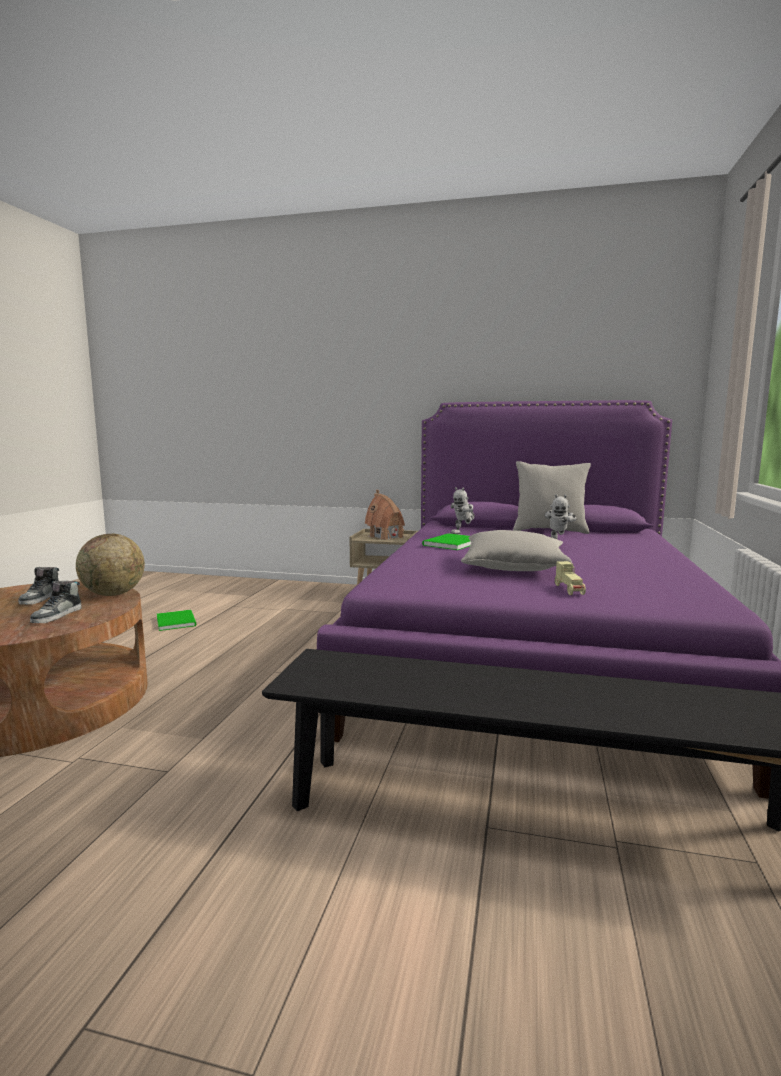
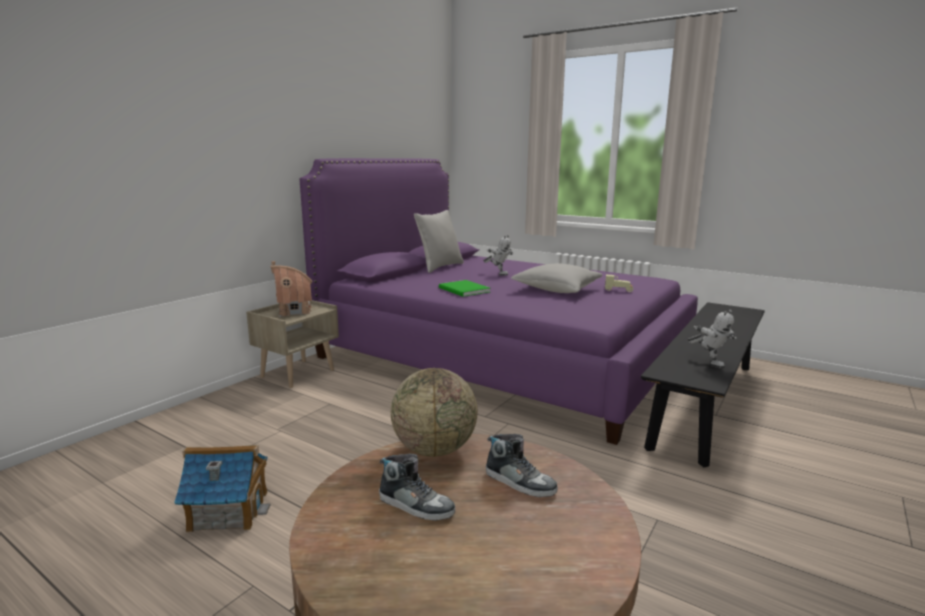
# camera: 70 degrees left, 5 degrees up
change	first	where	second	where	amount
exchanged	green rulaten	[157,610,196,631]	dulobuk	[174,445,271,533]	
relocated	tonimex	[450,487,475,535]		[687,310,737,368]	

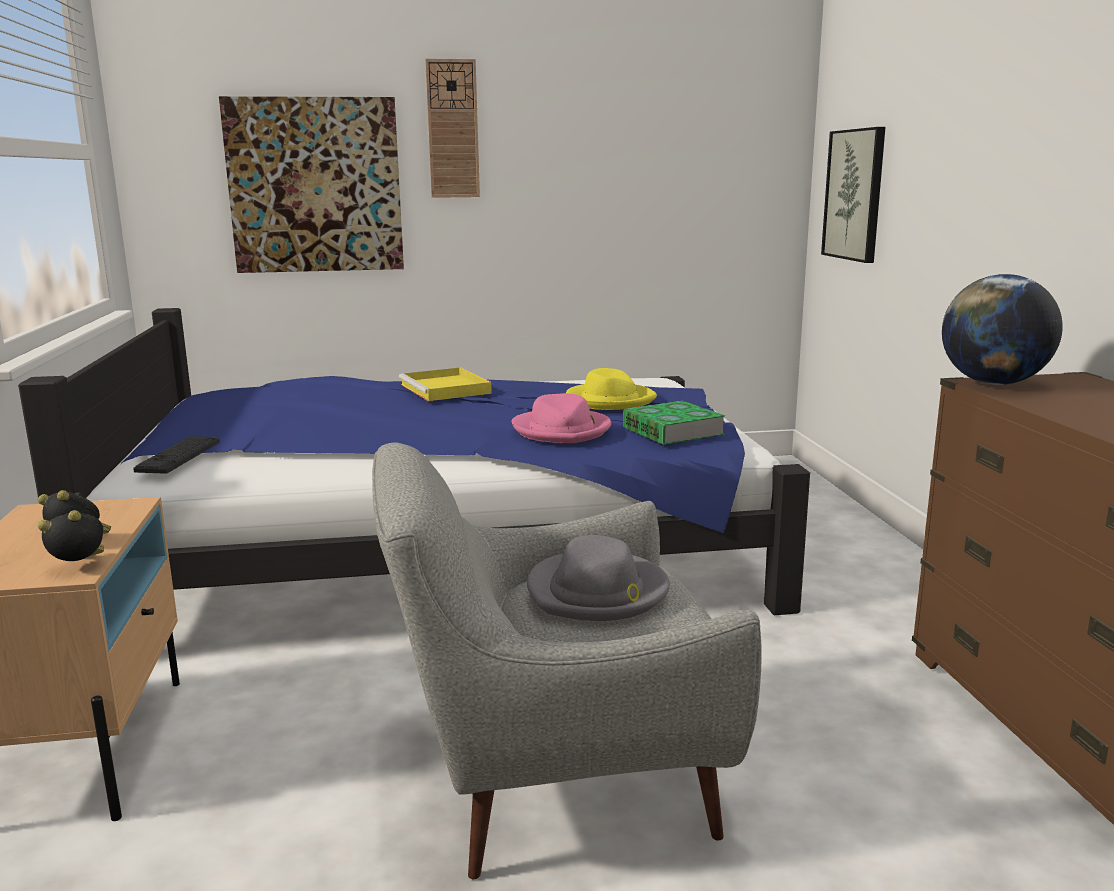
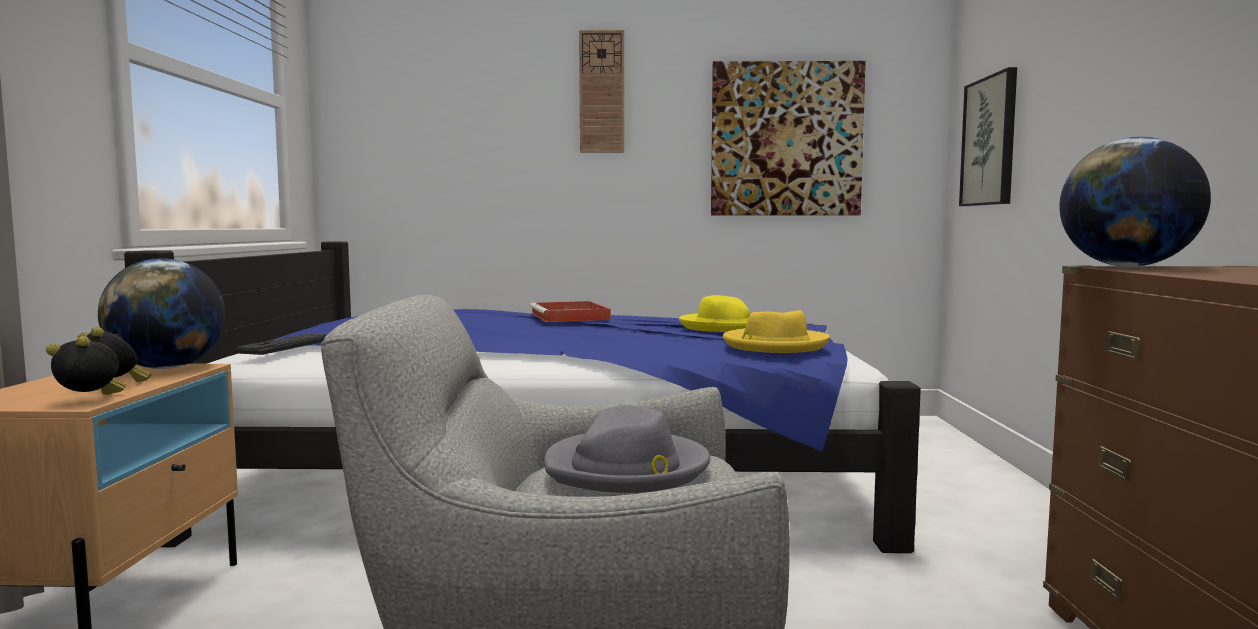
# camera: 10 degrees right, 10 degrees down
change	first	where	second	where	amount
appeared			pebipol	[98,258,225,369]	
colour	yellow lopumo	[399,367,492,401]	red lopumo	[529,301,611,322]	
relocated	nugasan	[219,96,404,273]		[711,61,866,215]	
exchanged	rulaten	[623,401,725,445]	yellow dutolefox	[723,310,830,353]	
missing	pink dutolefox	[511,393,611,443]			

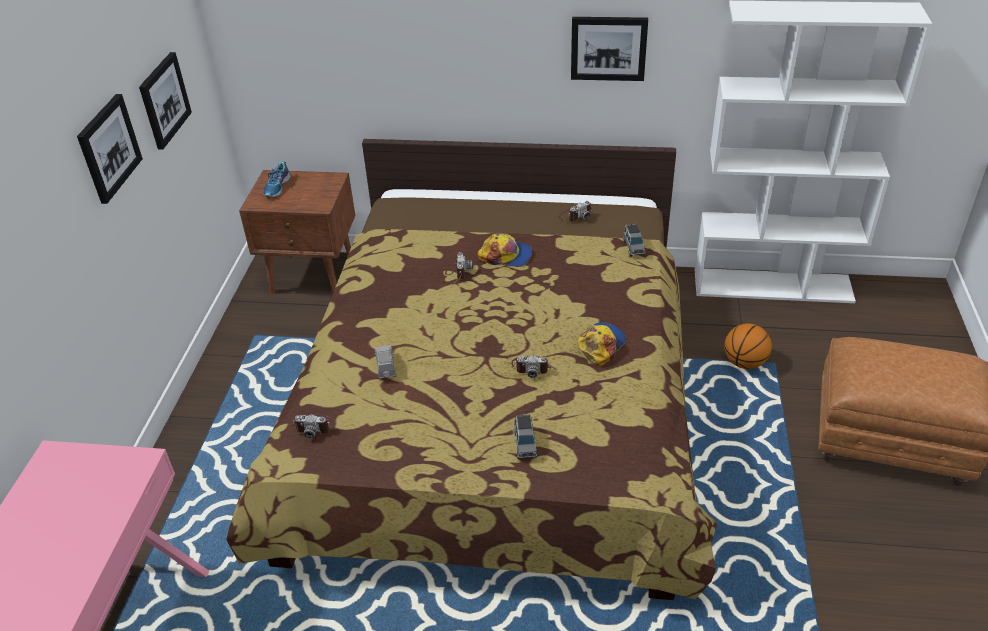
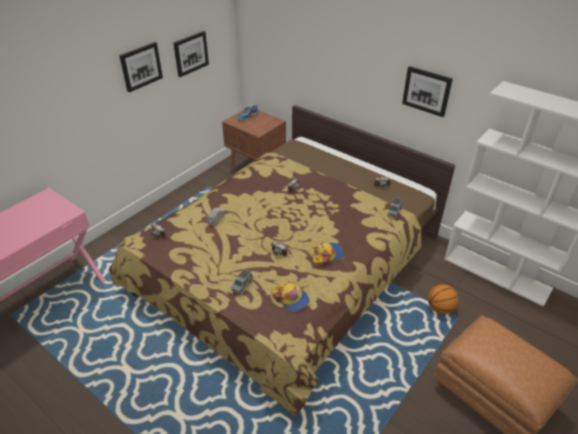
# camera: 30 degrees right, 0 degrees up
change	first	where	second	where	amount
relocated	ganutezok	[478,233,532,267]		[271,279,310,312]	

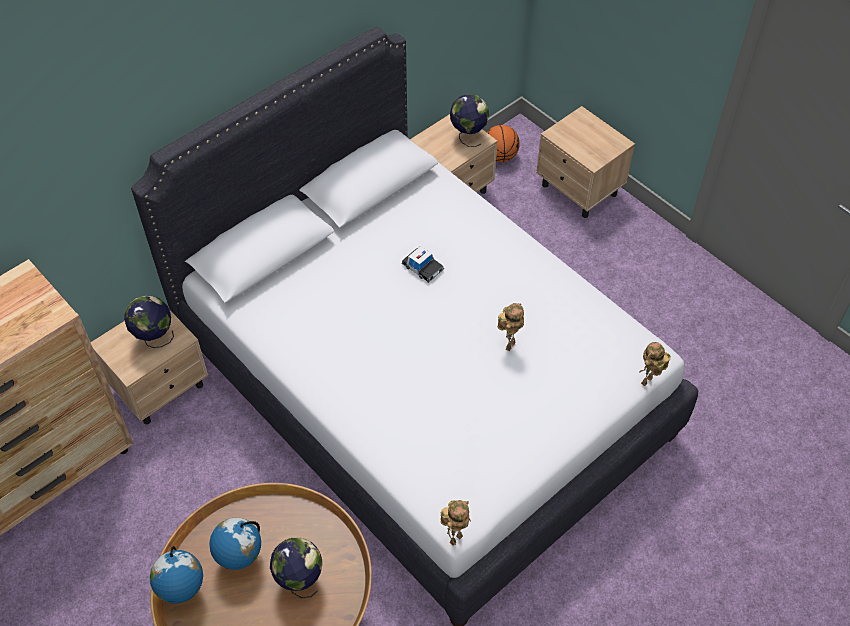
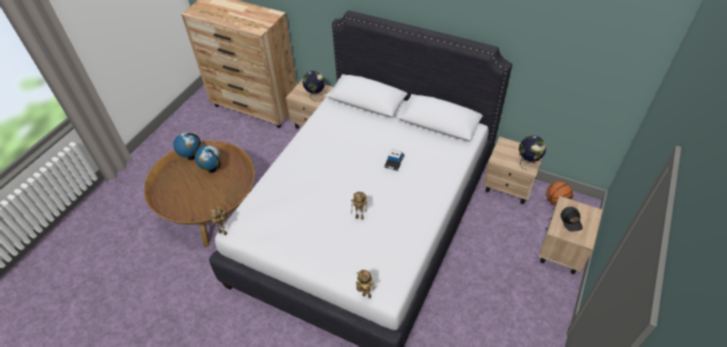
# camera: 70 degrees right, 5 degrees down
change	first	where	second	where	amount
appeared			black ganutezok	[560,207,583,231]	
missing	pebipol	[270,537,322,598]			

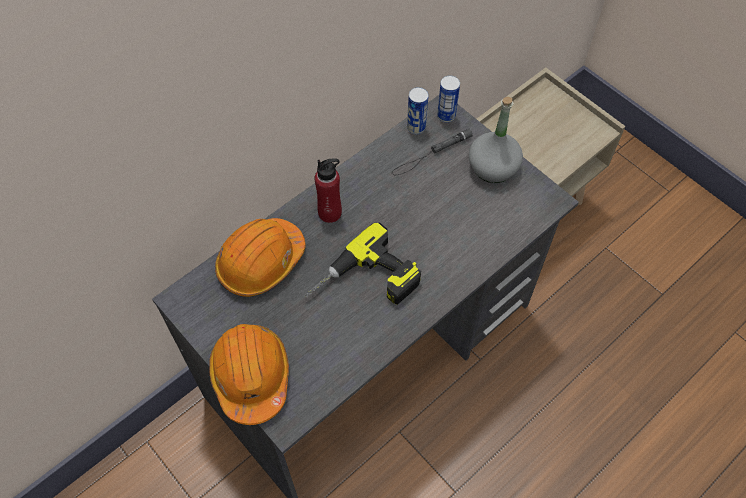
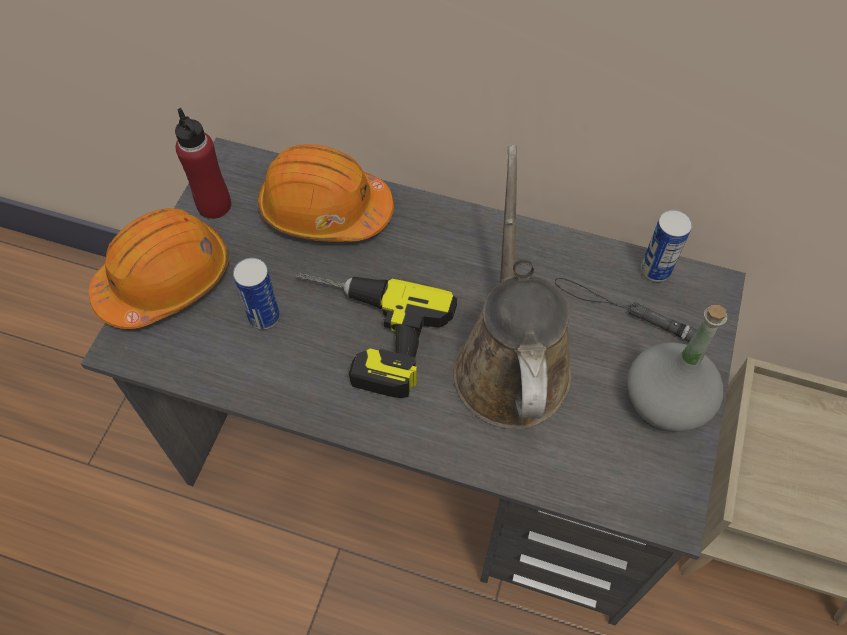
# camera: 60 degrees right, 0 degrees up
change	first	where	second	where	amount
relocated	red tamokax	[314,158,342,223]		[175,108,231,219]	
relocated	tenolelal	[437,75,460,123]		[233,258,280,330]	
appeared			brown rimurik	[453,145,571,429]	

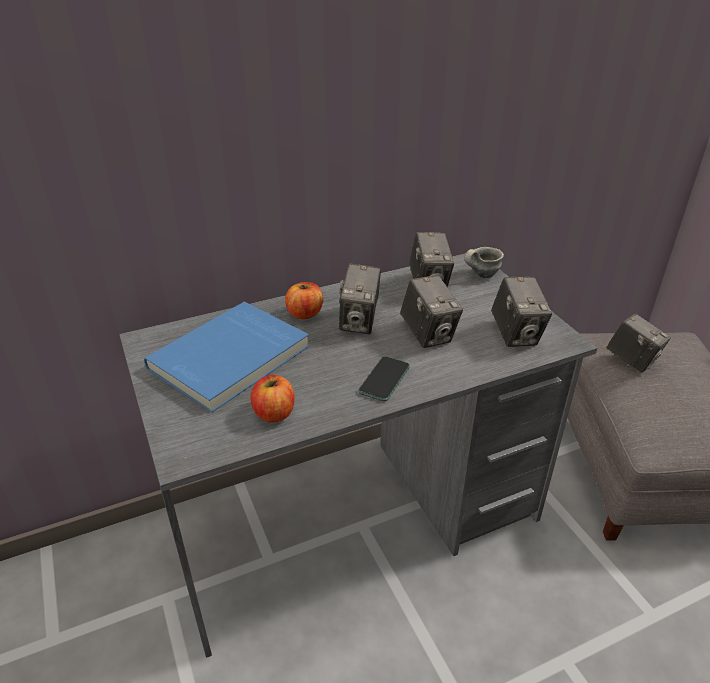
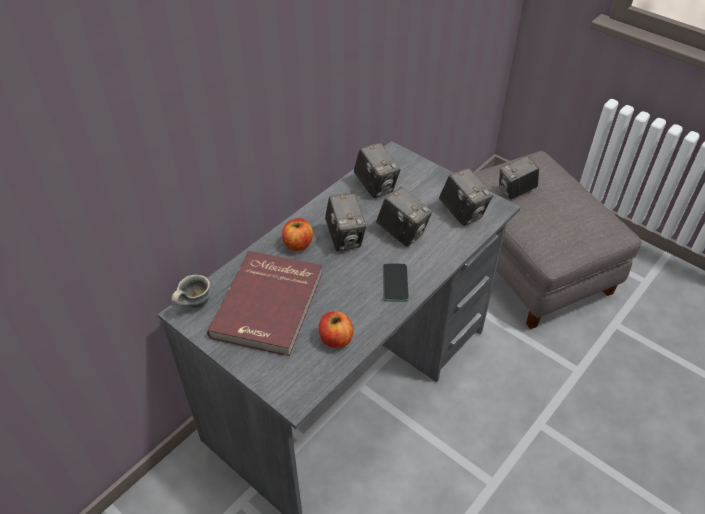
# camera: 25 degrees left, 10 degrees up
change	first	where	second	where	amount
relocated	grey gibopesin	[464,247,504,278]		[172,275,211,308]	
colour	blue rulaten	[144,301,309,413]	red rulaten	[207,251,322,356]	
spun	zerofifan	[607,314,671,372]		[499,156,539,199]	135 degrees clockwise

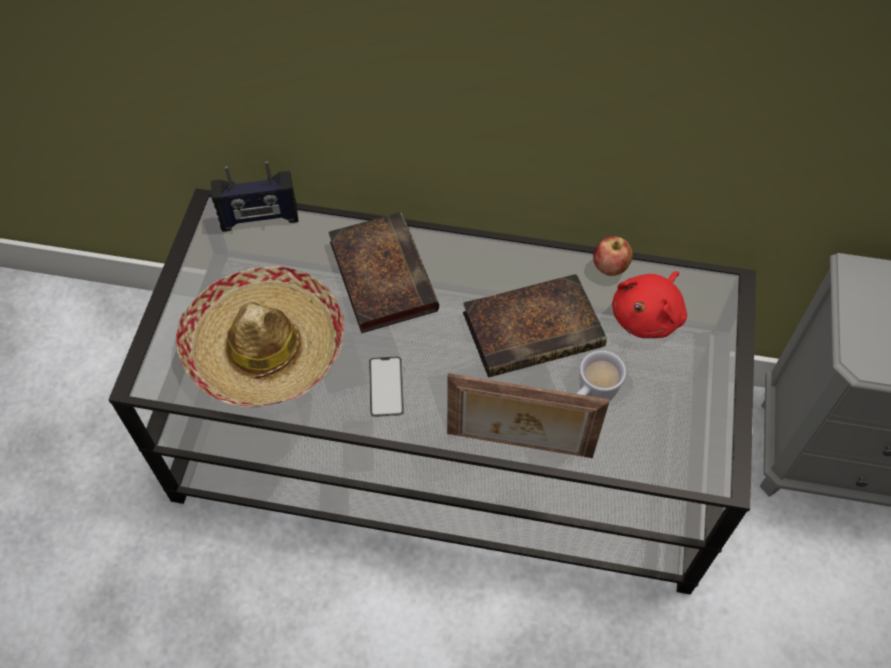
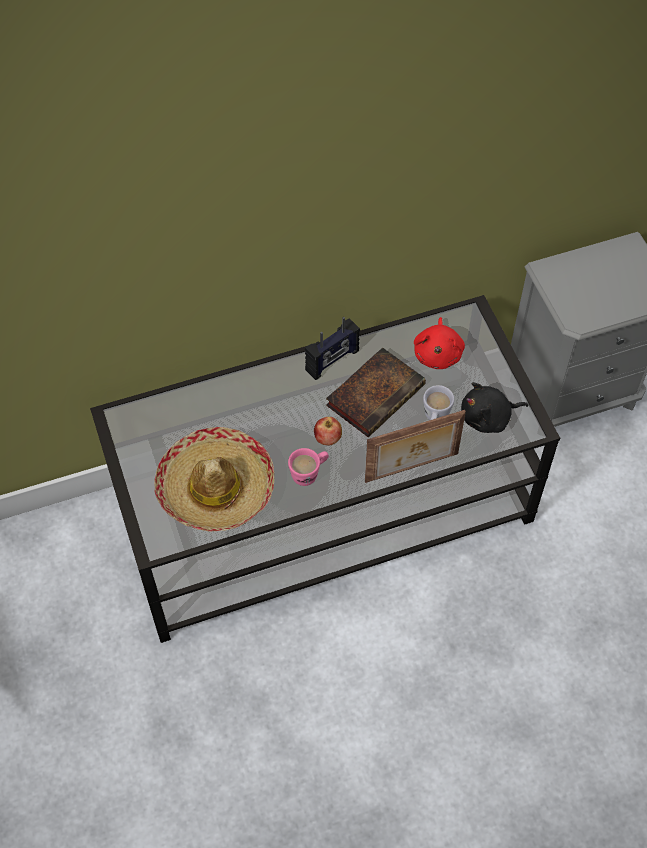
# camera: 30 degrees left, 0 degrees up
change	first	where	second	where	amount
exchanged	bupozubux	[369,357,404,417]	pink gibopesin	[288,448,329,486]	
relocated	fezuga	[211,161,299,232]		[305,317,360,380]	
relocated	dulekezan	[593,236,633,276]		[314,417,342,445]	
appeared			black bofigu	[461,382,528,433]	
missing	rulaten	[328,212,439,333]			

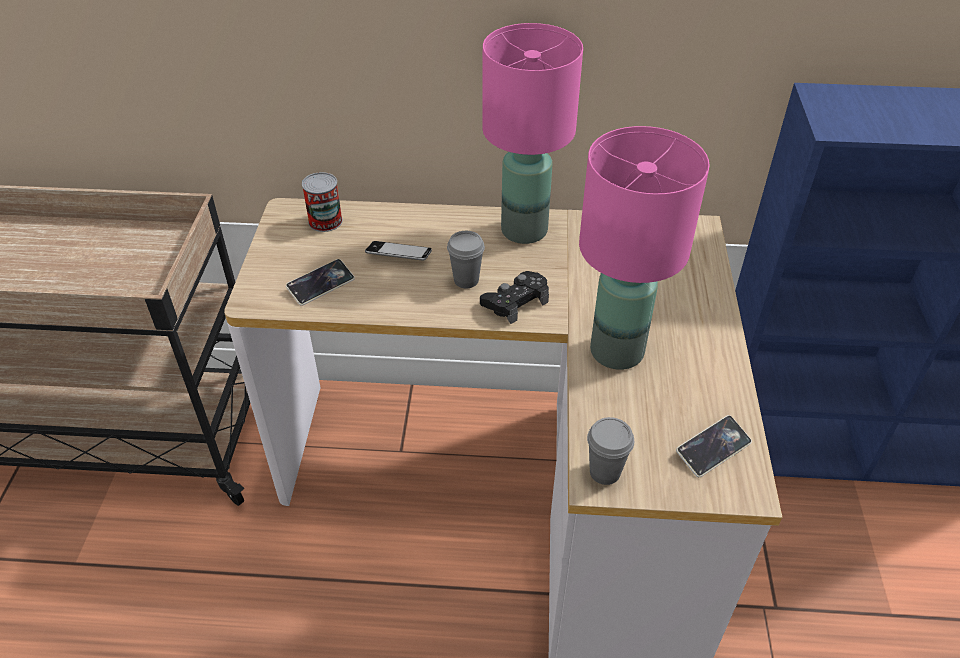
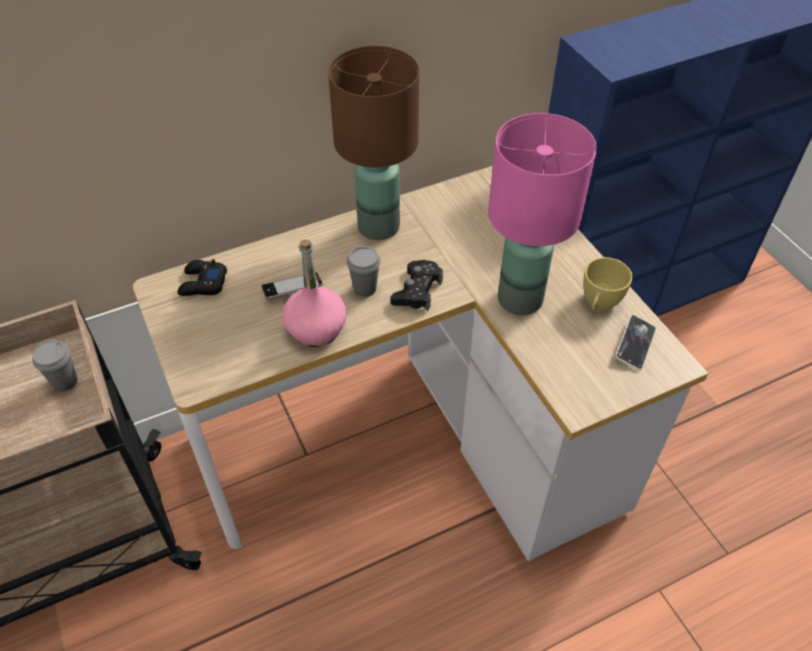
# camera: 30 degrees left, 5 degrees up
change	first	where	second	where	amount
relocated	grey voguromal	[587,417,634,485]		[32,340,77,392]	
exchanged	tenolelal	[302,172,343,232]	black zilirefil	[178,259,227,296]	
appeared			pink tamokax	[282,239,347,347]	
colour	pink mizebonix	[482,23,583,244]	brown mizebonix	[328,46,420,240]	
appeared			yellow voguromal	[583,257,632,310]	
missing	bupozubux	[286,259,355,306]			

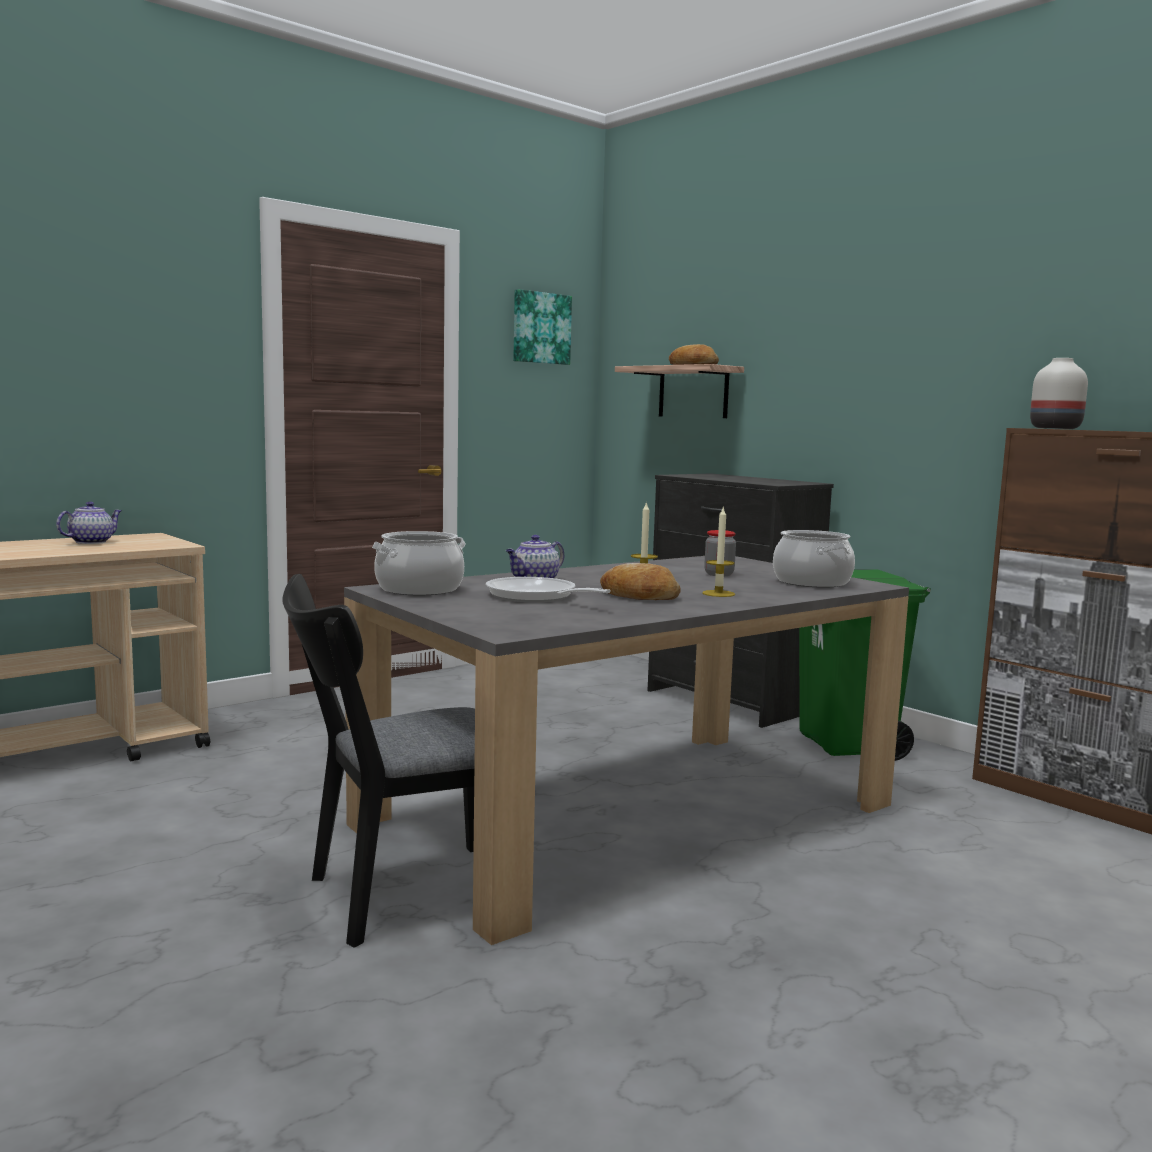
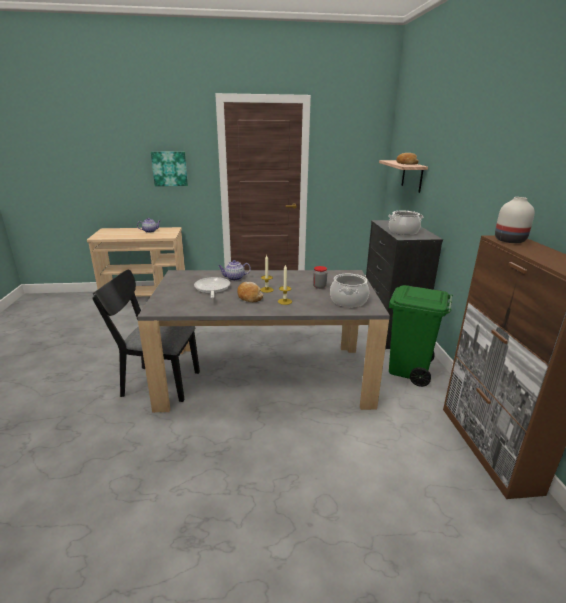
# camera: 35 degrees right, 15 degrees up
change	first	where	second	where	amount
relocated	nugasan	[513,289,572,365]		[151,151,188,186]	
relocated	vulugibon	[372,531,466,595]		[389,210,423,235]	

